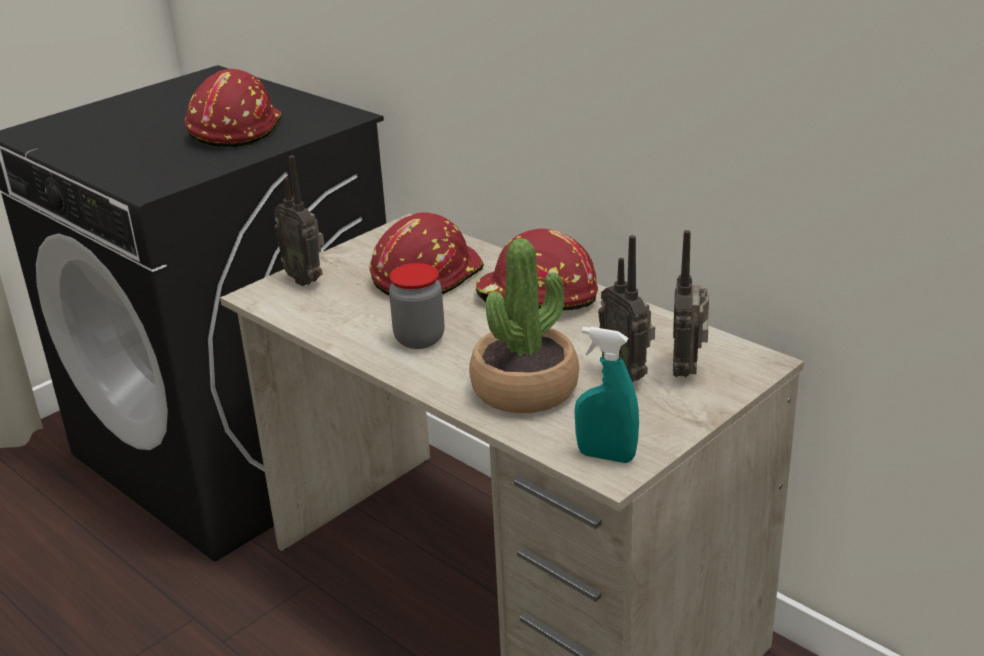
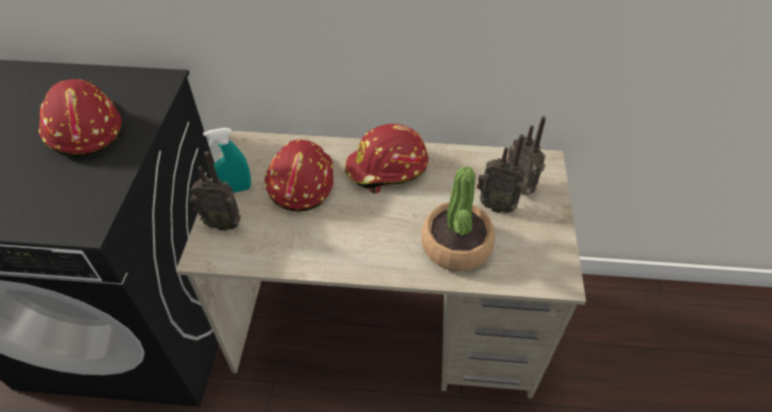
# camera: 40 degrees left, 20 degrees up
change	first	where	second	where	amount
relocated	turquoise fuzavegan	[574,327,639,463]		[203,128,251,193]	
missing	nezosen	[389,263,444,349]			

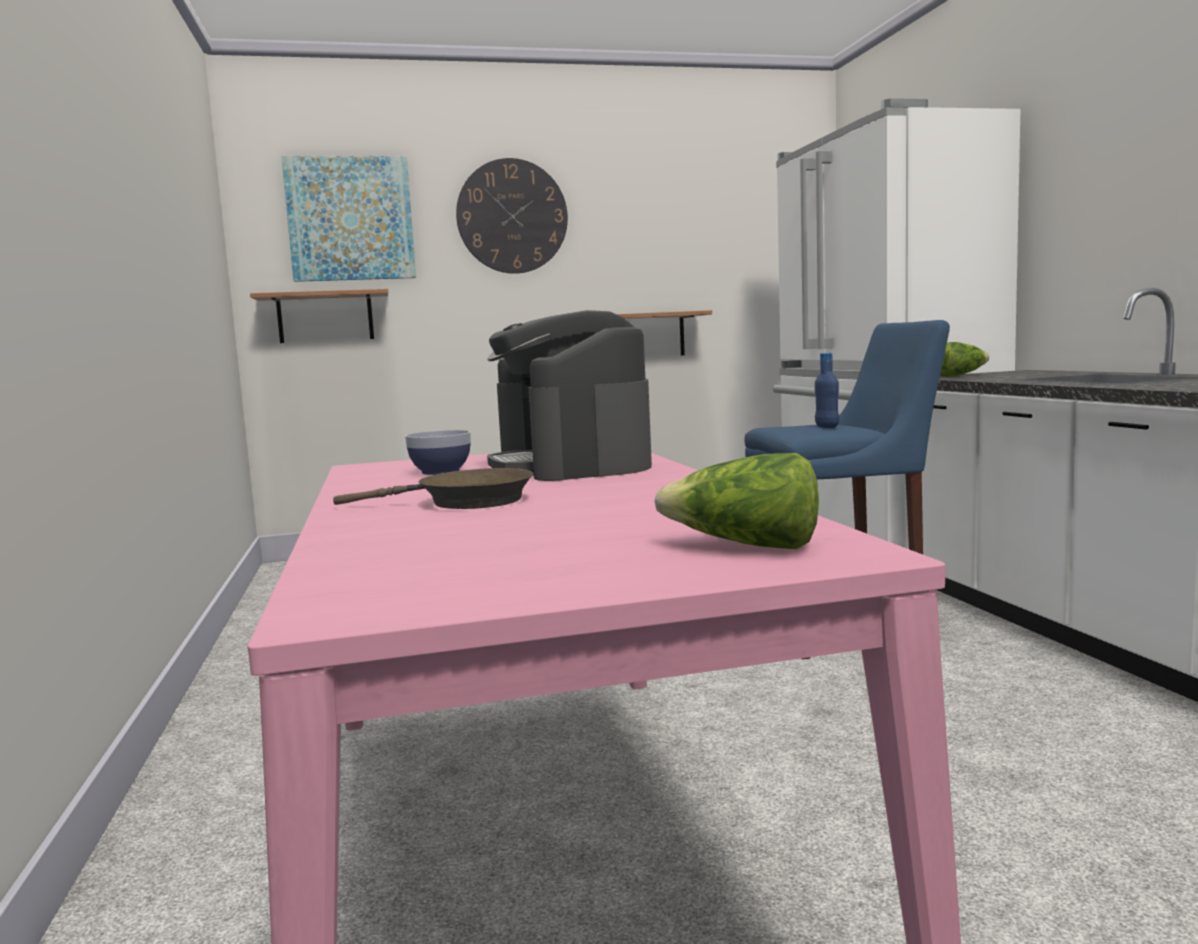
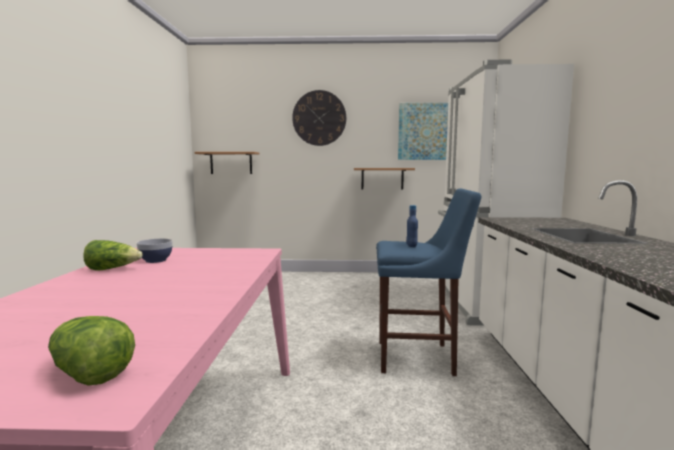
# camera: 15 degrees right, 0 degrees up
change	first	where	second	where	amount
relocated	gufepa	[940,342,989,377]		[83,240,143,271]	
relocated	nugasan	[281,156,416,282]		[398,103,448,160]	
missing	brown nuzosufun	[333,468,533,509]			
missing	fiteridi	[487,310,652,481]			

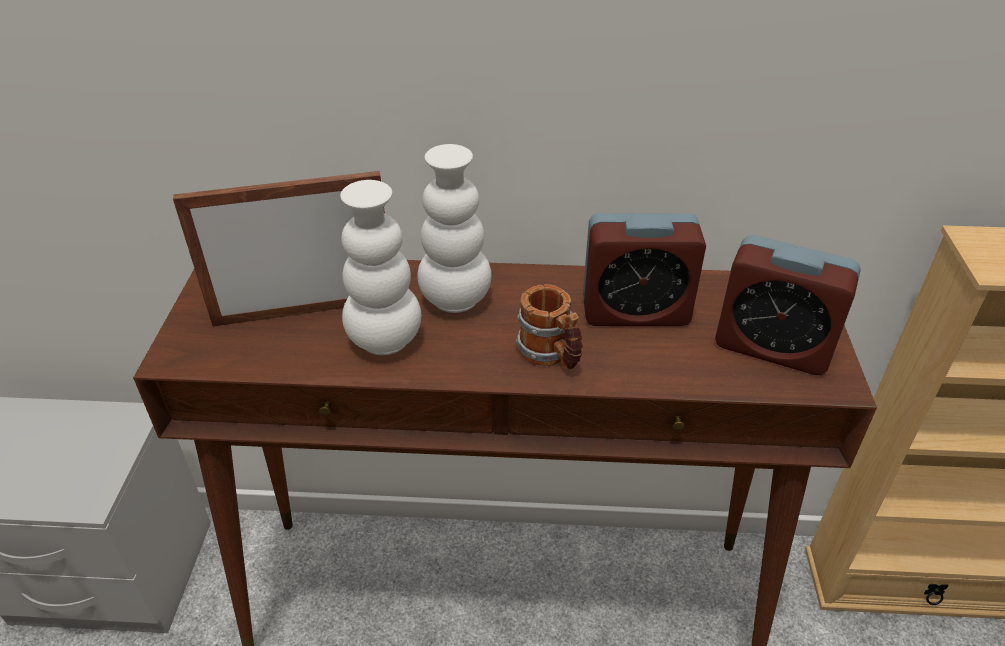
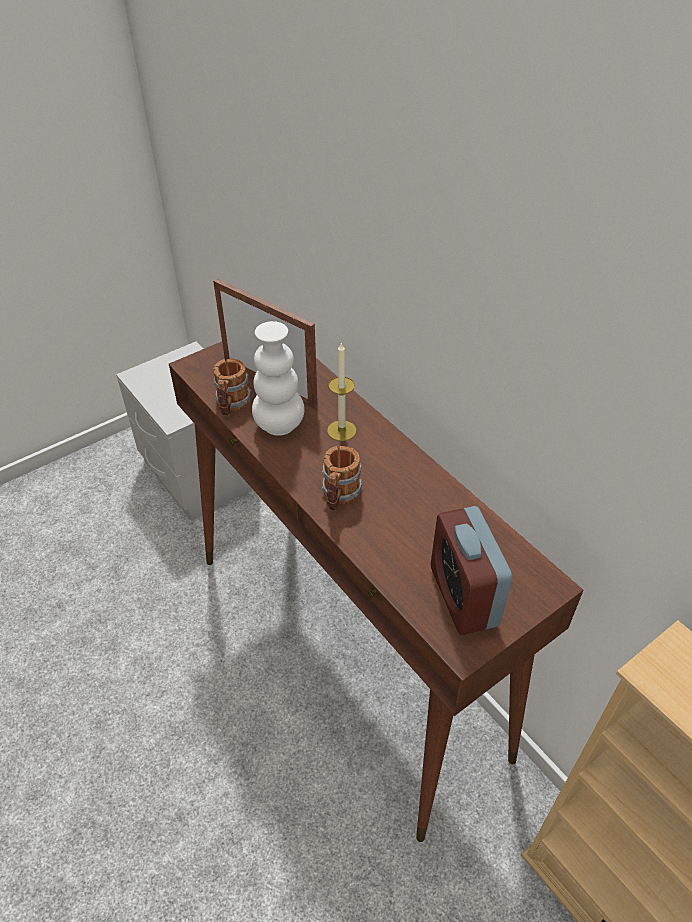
# camera: 50 degrees right, 5 degrees up
change	first	where	second	where	amount
appeared			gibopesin	[213,359,251,417]	
exchanged	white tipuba	[417,144,492,313]	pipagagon	[327,342,356,441]	
missing	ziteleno	[583,213,706,326]			

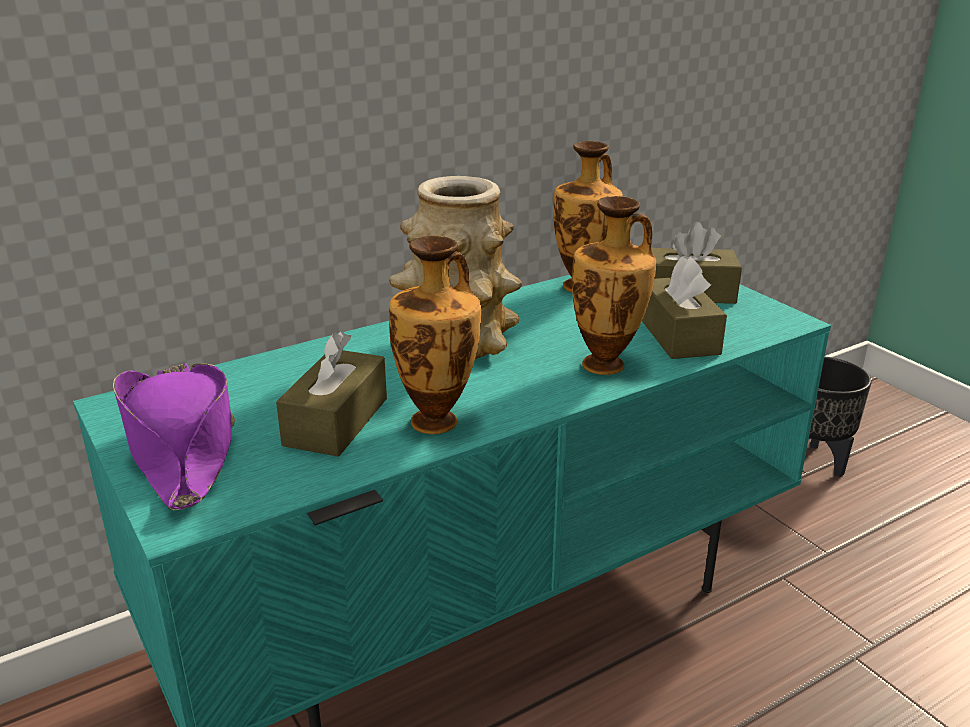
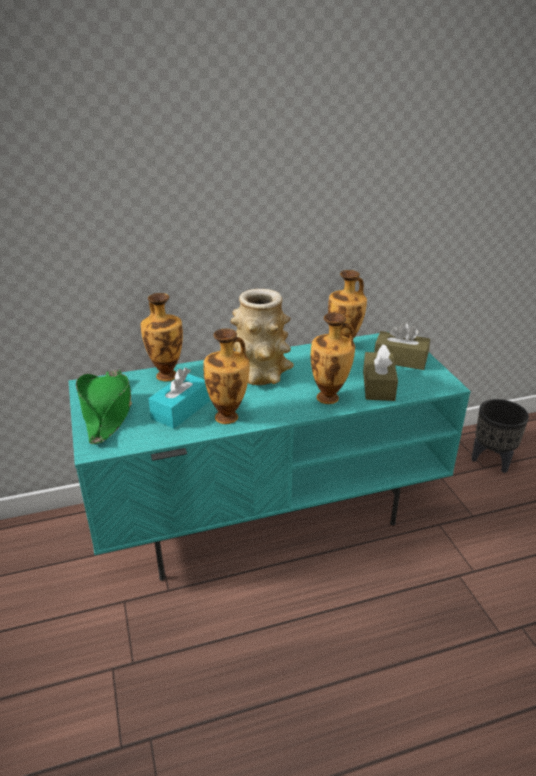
# camera: 15 degrees right, 5 degrees up
change	first	where	second	where	amount
colour	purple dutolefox	[113,363,235,510]	green dutolefox	[76,370,132,444]	
appeared			tipuba	[141,293,183,381]	
colour	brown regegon	[276,331,387,457]	turquoise regegon	[148,367,210,429]	

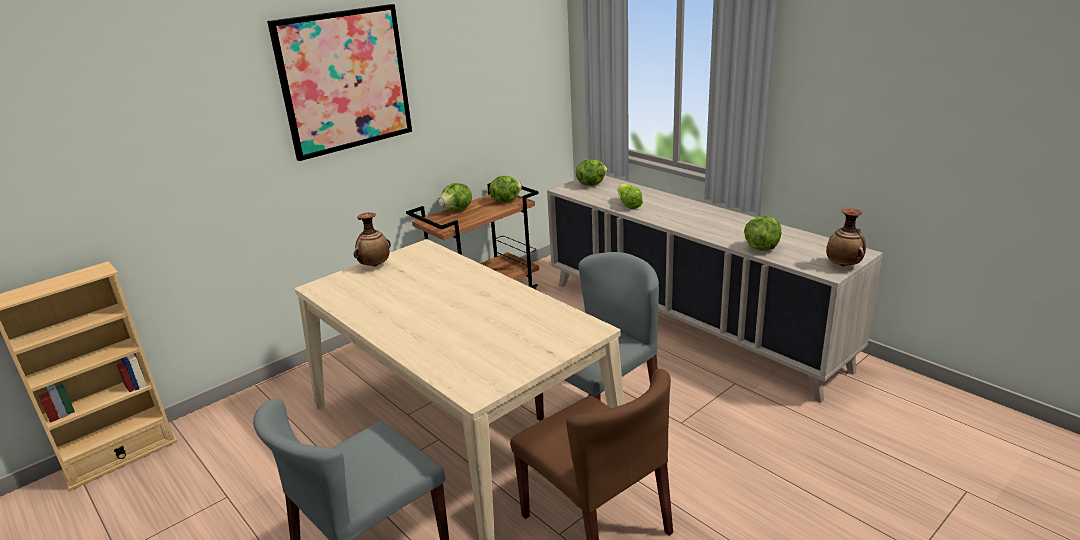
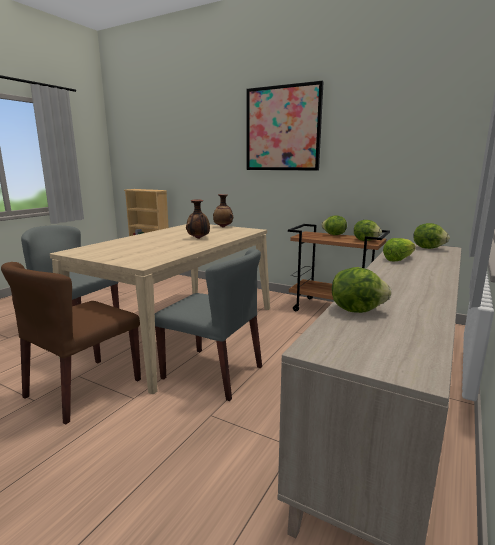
# camera: 70 degrees right, 10 degrees down
change	first	where	second	where	amount
relocated	tipuba	[826,208,866,267]		[186,199,210,239]	

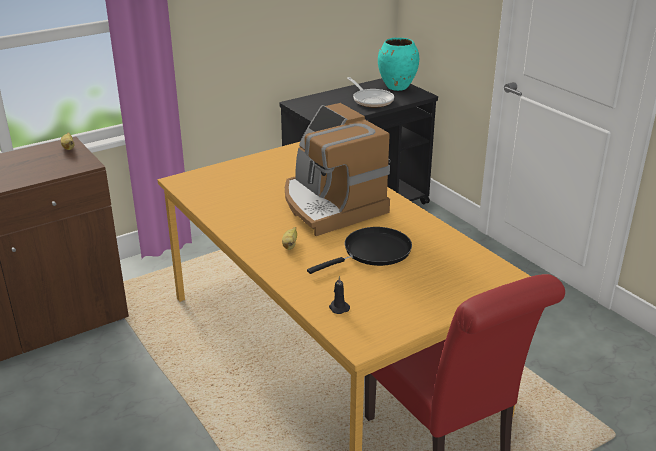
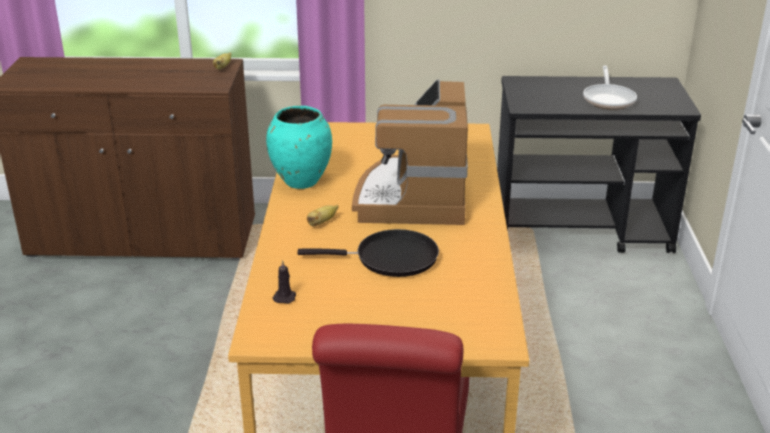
# camera: 35 degrees right, 0 degrees up
change	first	where	second	where	amount
relocated	turquoise tipuba	[378,38,419,91]		[266,106,332,189]	

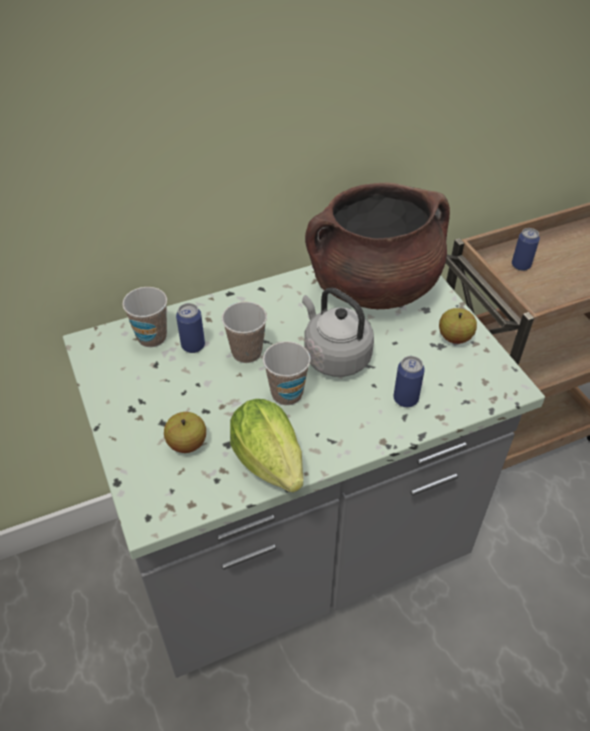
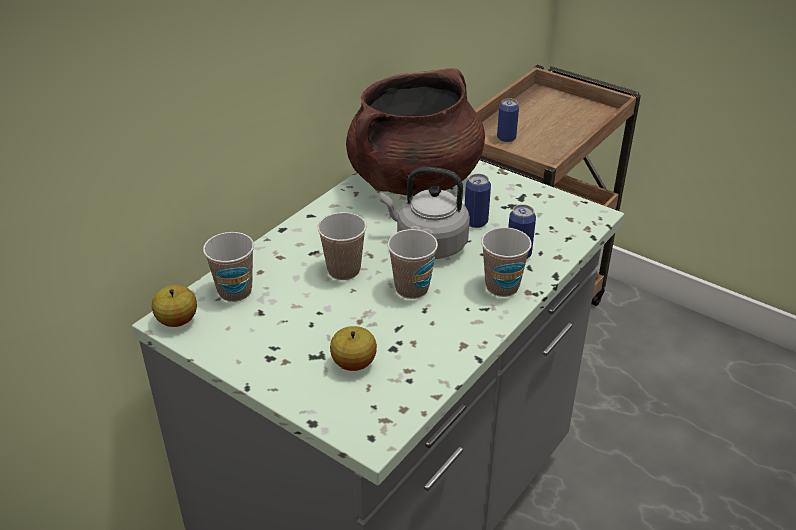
# camera: 30 degrees left, 10 degrees down
change	first	where	second	where	amount
relocated	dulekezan	[439,308,477,344]		[152,285,197,327]	
relocated	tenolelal	[176,303,205,353]		[465,174,491,228]	
appeared			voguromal	[481,227,532,297]	
missing	gufepa	[230,399,303,492]			

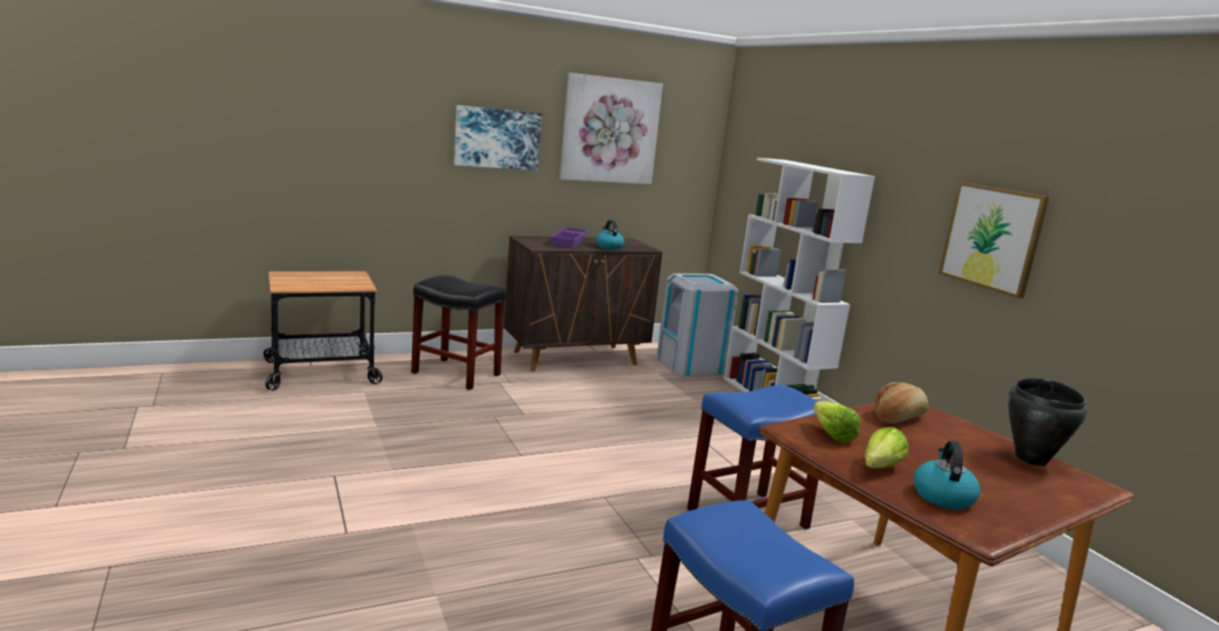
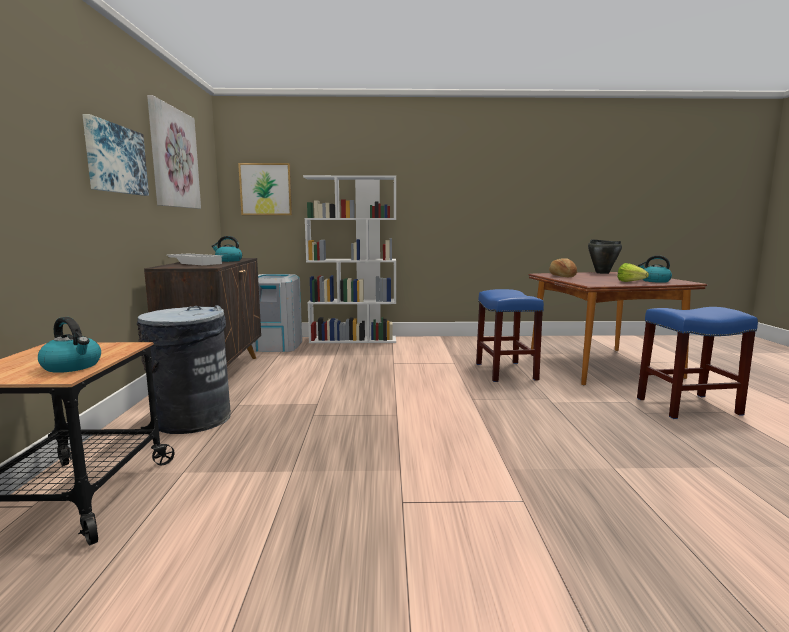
# camera: 65 degrees left, 5 degrees down
change	first	where	second	where	amount
appeared			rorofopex	[38,317,101,373]	
exchanged	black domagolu	[411,275,506,390]	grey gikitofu	[137,305,231,434]	
colour	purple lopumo	[550,228,589,248]	white lopumo	[168,253,223,265]	
relocated	nugasan	[939,182,1049,298]		[238,163,292,215]	
missing	gufepa	[813,401,861,443]			

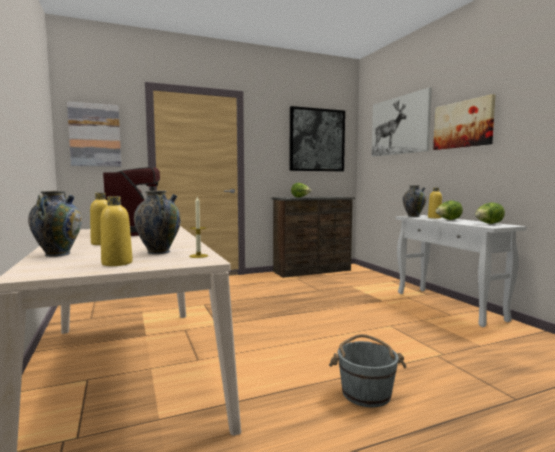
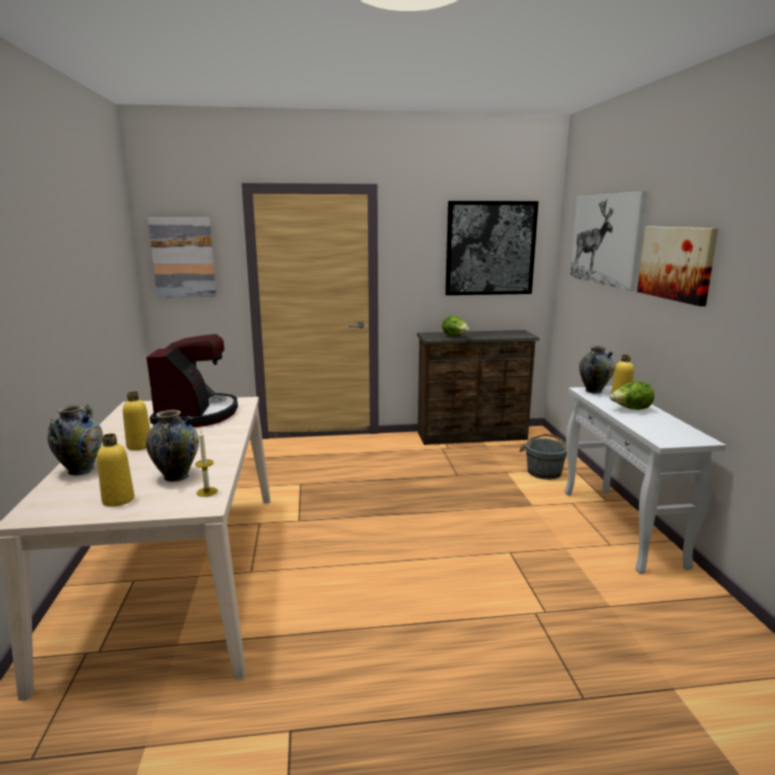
# camera: 15 degrees right, 10 degrees up
change	first	where	second	where	amount
relocated	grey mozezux	[329,334,407,407]		[519,434,567,480]	
missing	gufepa	[475,202,505,224]			

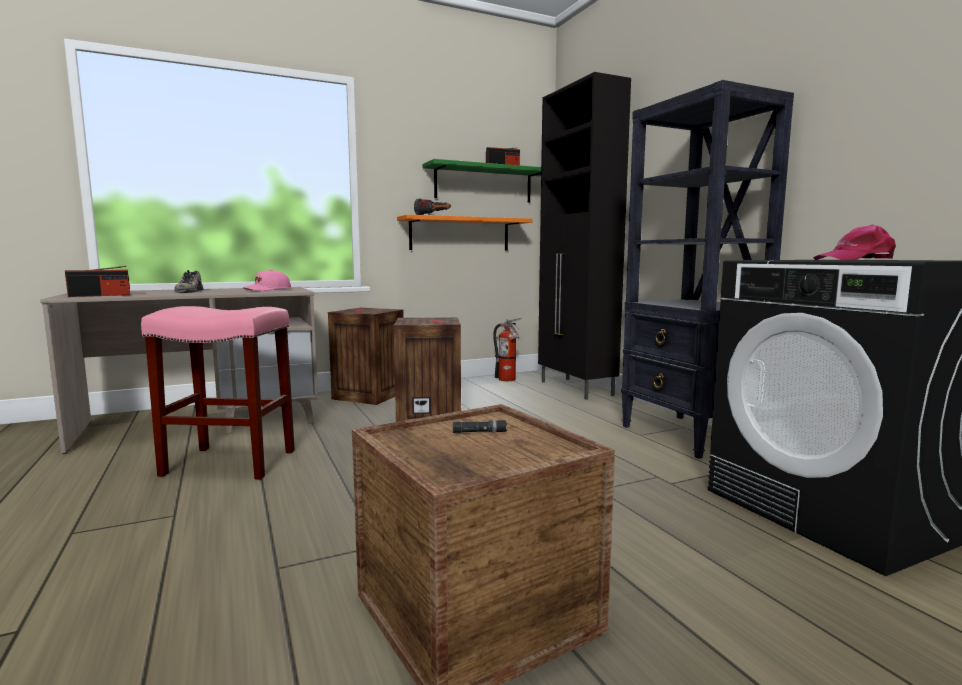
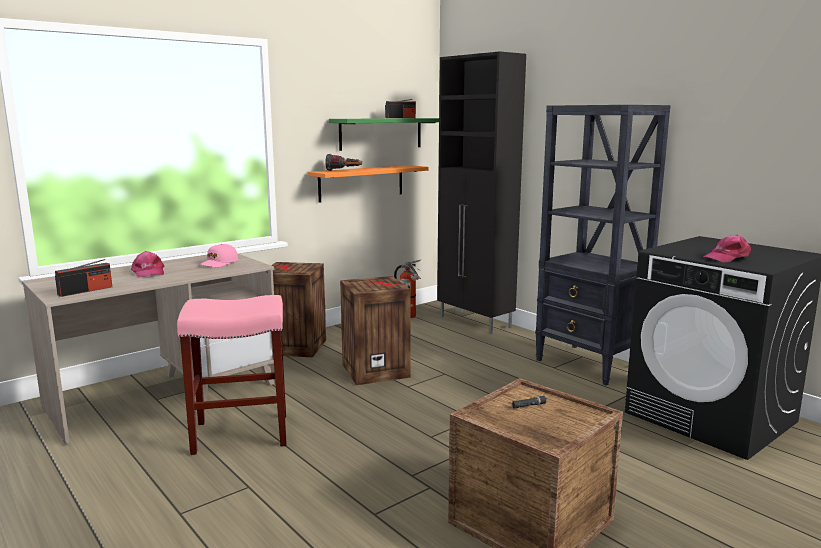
# camera: 15 degrees left, 5 degrees up
change	first	where	second	where	amount
exchanged	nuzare	[174,270,203,293]	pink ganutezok	[131,251,164,277]	

